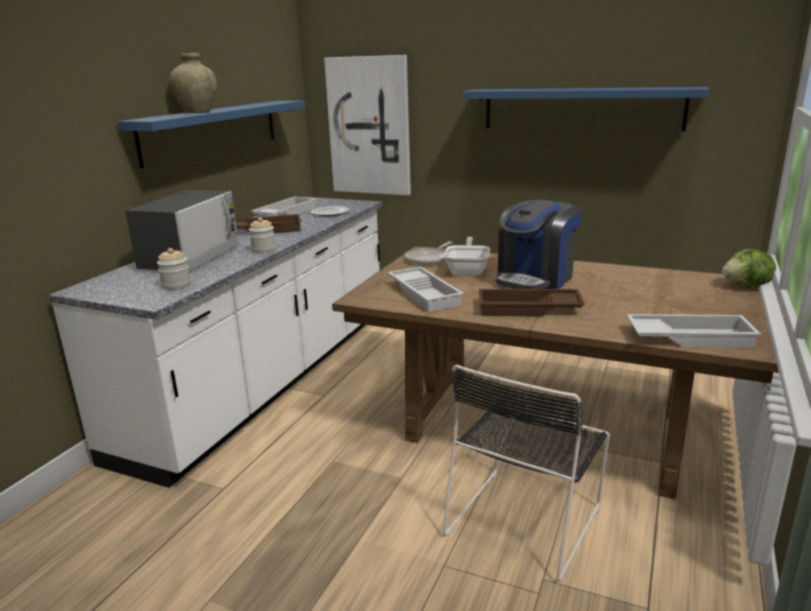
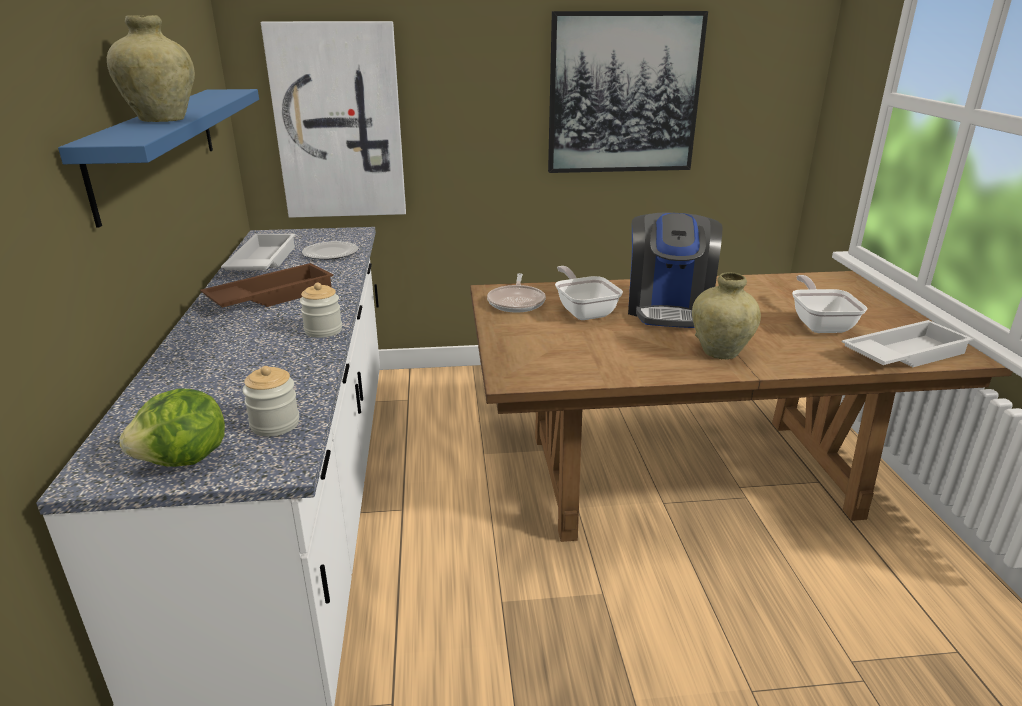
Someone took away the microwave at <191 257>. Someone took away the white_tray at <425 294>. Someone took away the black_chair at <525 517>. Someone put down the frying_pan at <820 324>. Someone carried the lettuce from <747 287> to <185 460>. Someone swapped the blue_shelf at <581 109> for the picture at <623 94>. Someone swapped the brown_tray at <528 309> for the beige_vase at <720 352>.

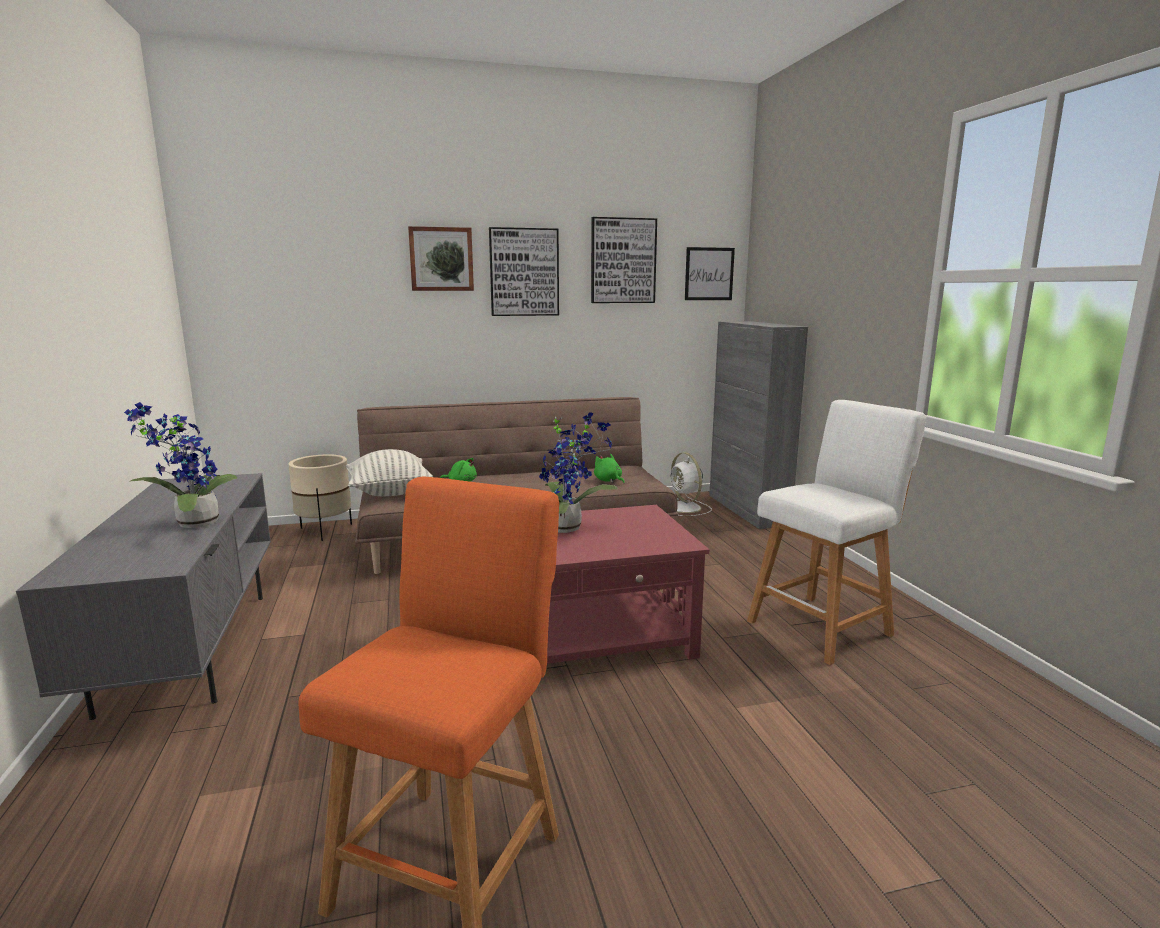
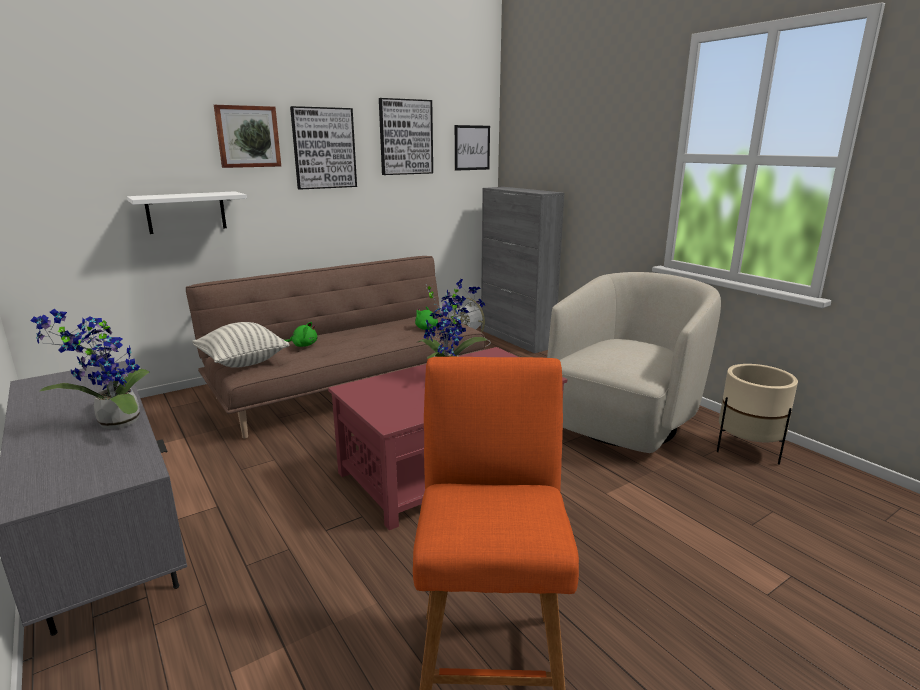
Someone put up the white_shelf at <186 212>. Someone carried the beige_planter from <325 531> to <747 450>. Someone swapped the white_stool at <823 626> for the beige_armchair at <624 422>.

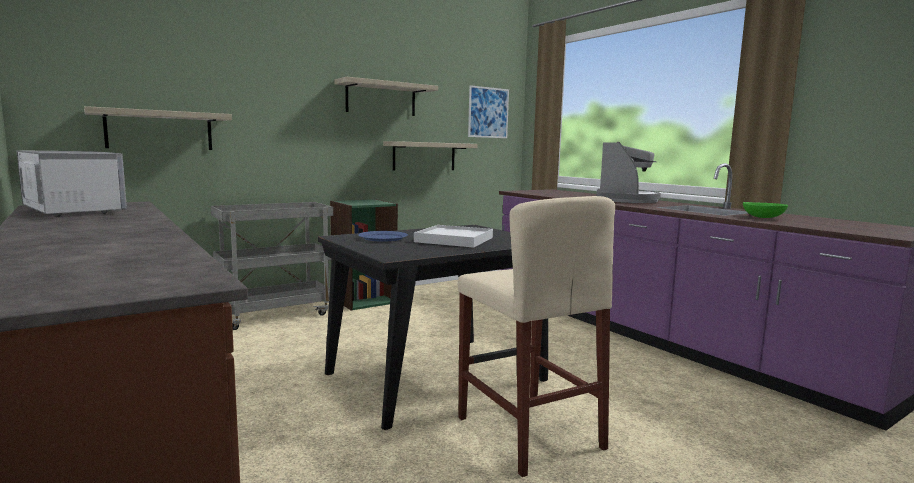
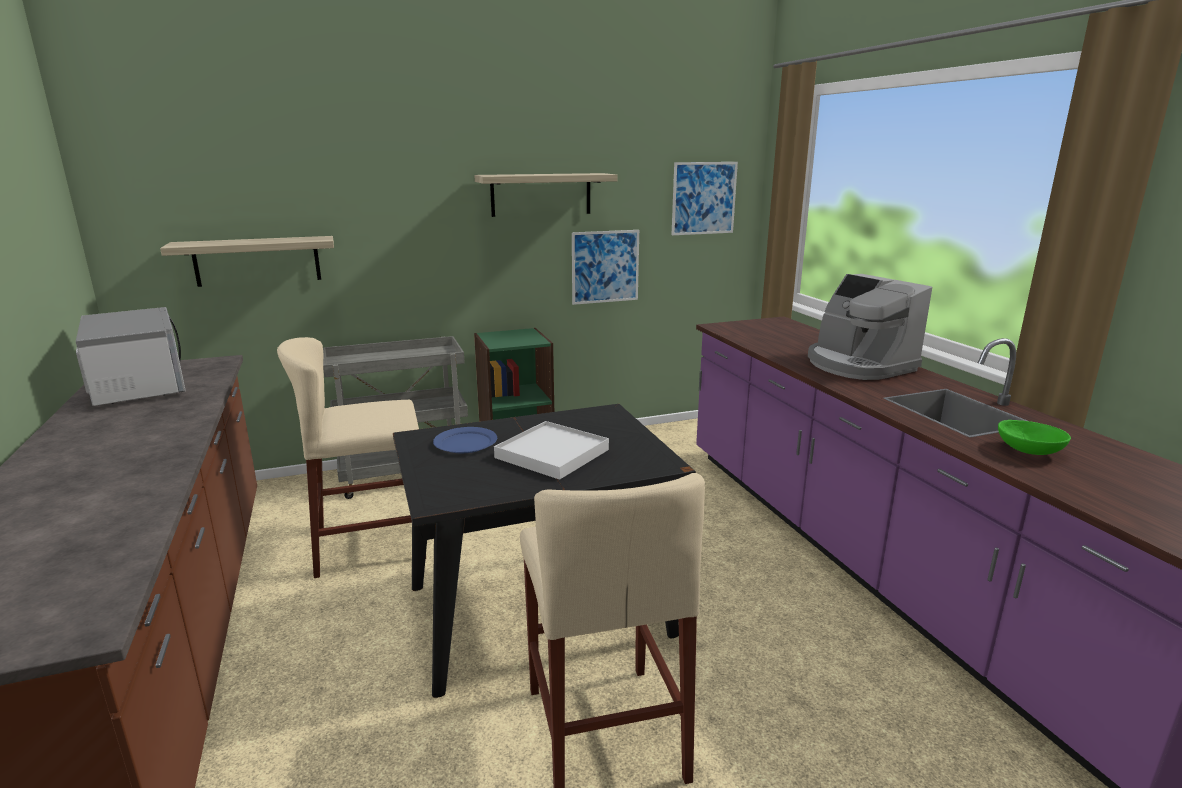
Someone put down the beige_stool at <371 544>. Someone swapped the shelf at <424 156> for the picture at <605 267>. Someone rotated the coffee_machine at <625 200> by 120 degrees clockwise.

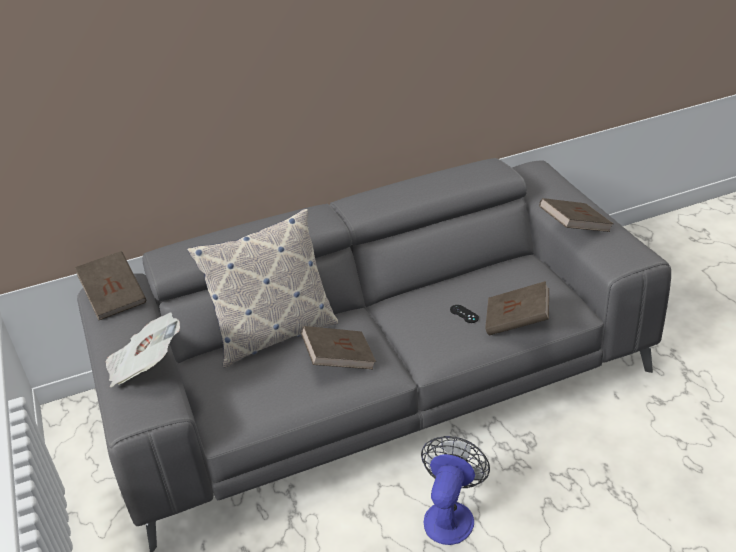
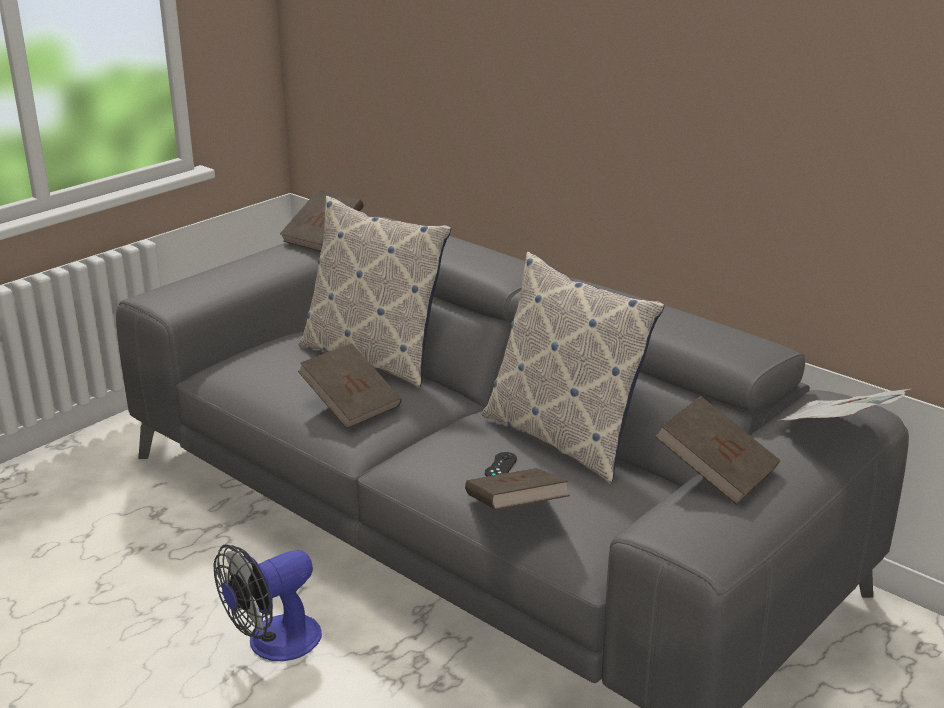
Someone put down the pillow at <563 438>. Someone carried the newspaper from <145 366> to <837 433>. Someone rotated the fan at <451 514> by 150 degrees clockwise.

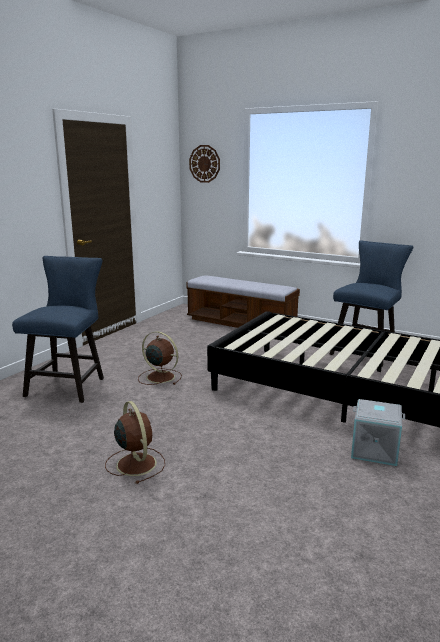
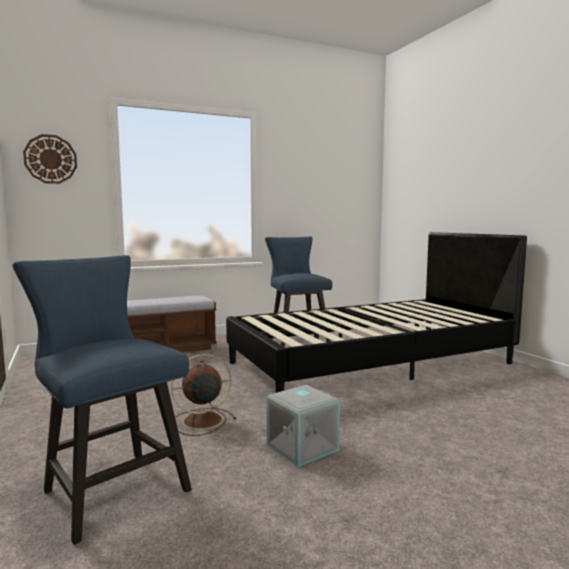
Someone took away the brown_fan at <135 463>. Someone carried the grey_storage_box from <375 450> to <302 447>.

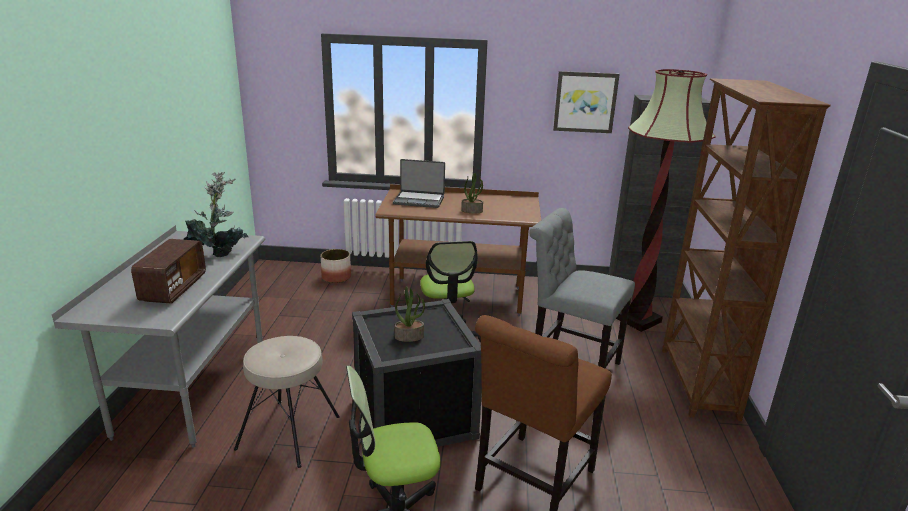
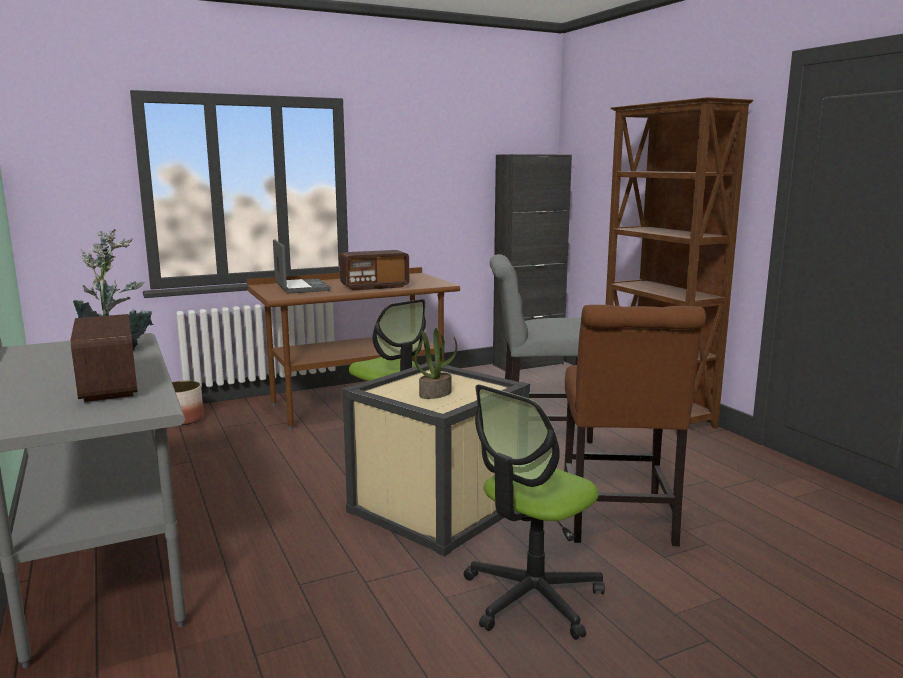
Someone took away the beige_stool at <290 432>. Someone took away the picture at <585 102>. Someone took away the floor_lamp at <638 320>. Someone swapped the potted_plant at <472 211> for the radio at <374 287>. Someone repainted the black_storage_box at <414 416>, which became the beige_storage_box at <436 508>. Someone rotated the laptop at <419 200> by 90 degrees counterclockwise.

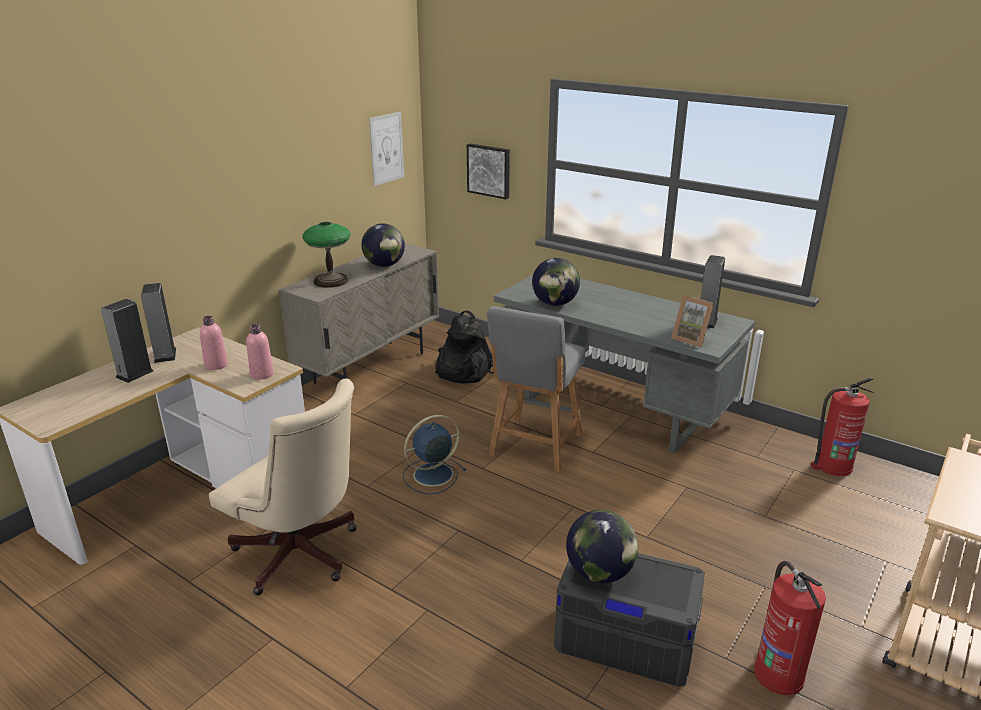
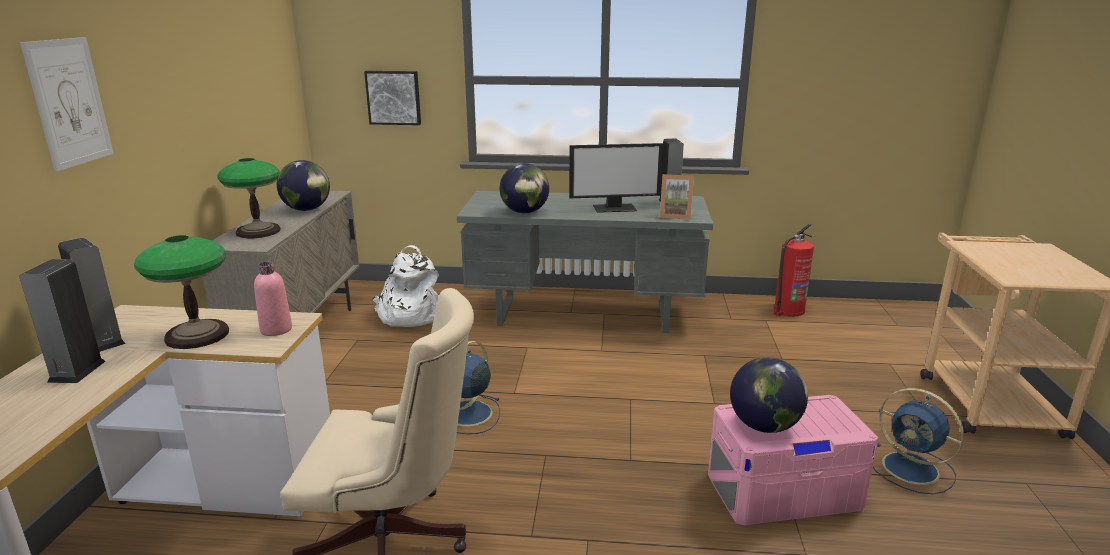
Someone took away the grey_stool at <534 447>. Someone put down the monitor at <615 208>. Someone carried the picture from <386 148> to <69 102>. Someone swapped the pink_bottle at <216 365> for the table_lamp at <198 335>. Someone swapped the fire_extinguisher at <778 673> for the blue_fan at <913 469>. Someone repainted the black_backpack at <462 371>, which became the white_backpack at <408 315>. Someone repainted the grey_storage_box at <625 638>, which became the pink_storage_box at <783 490>.

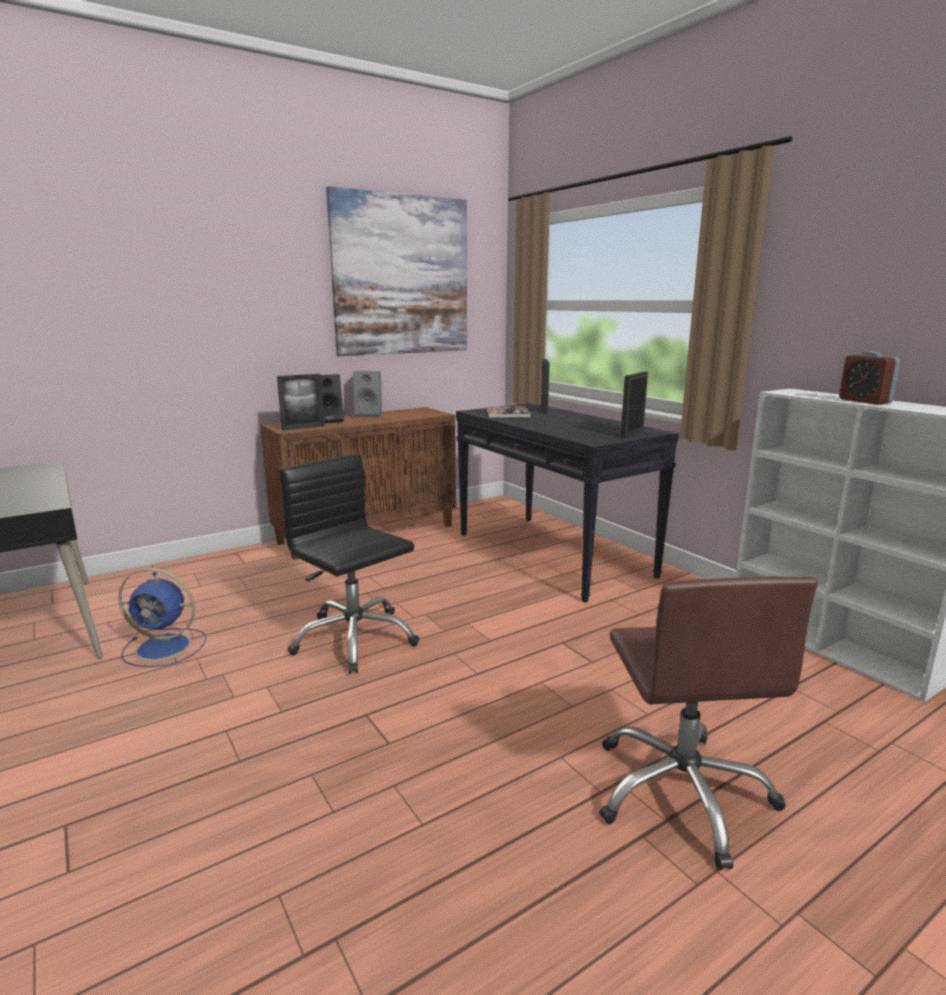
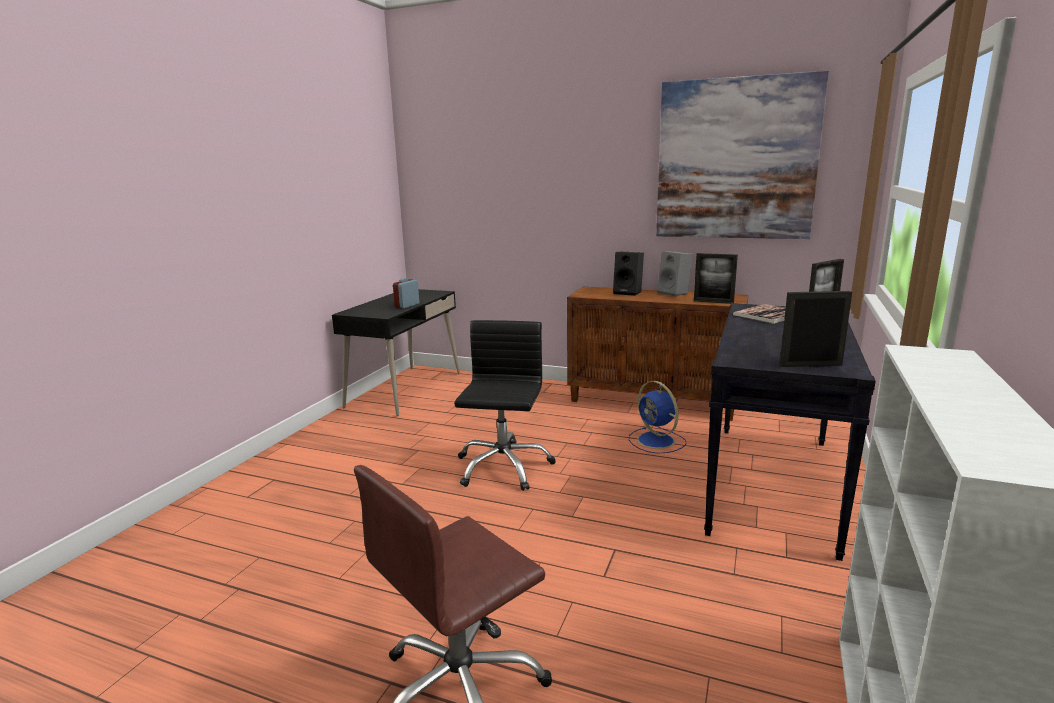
Someone carried the blue_fan from <166 647> to <657 441>. Someone carried the picture_frame from <303 428> to <713 302>. Someone carried the alarm_clock from <864 401> to <407 305>.

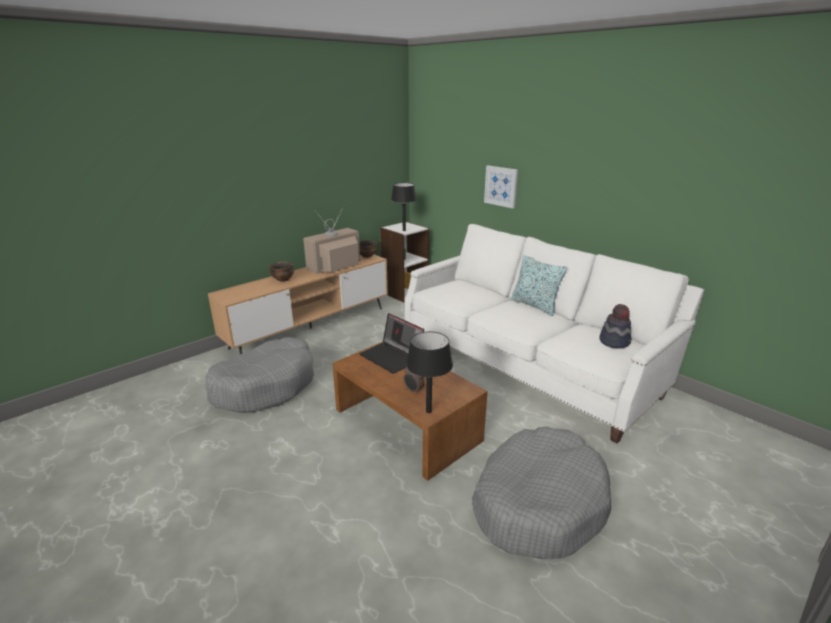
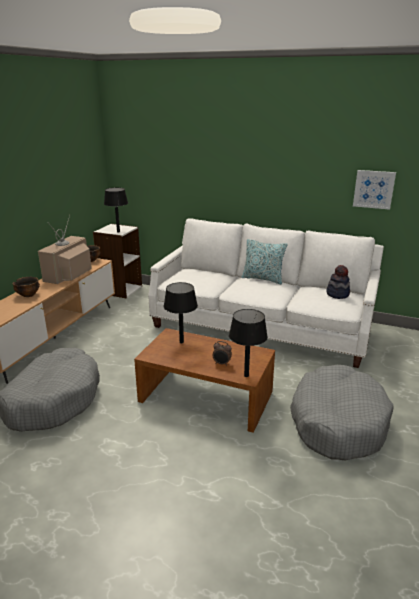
Someone carried the picture from <501 186> to <373 189>. Someone swapped the laptop at <392 357> for the black_table_lamp at <181 342>.

